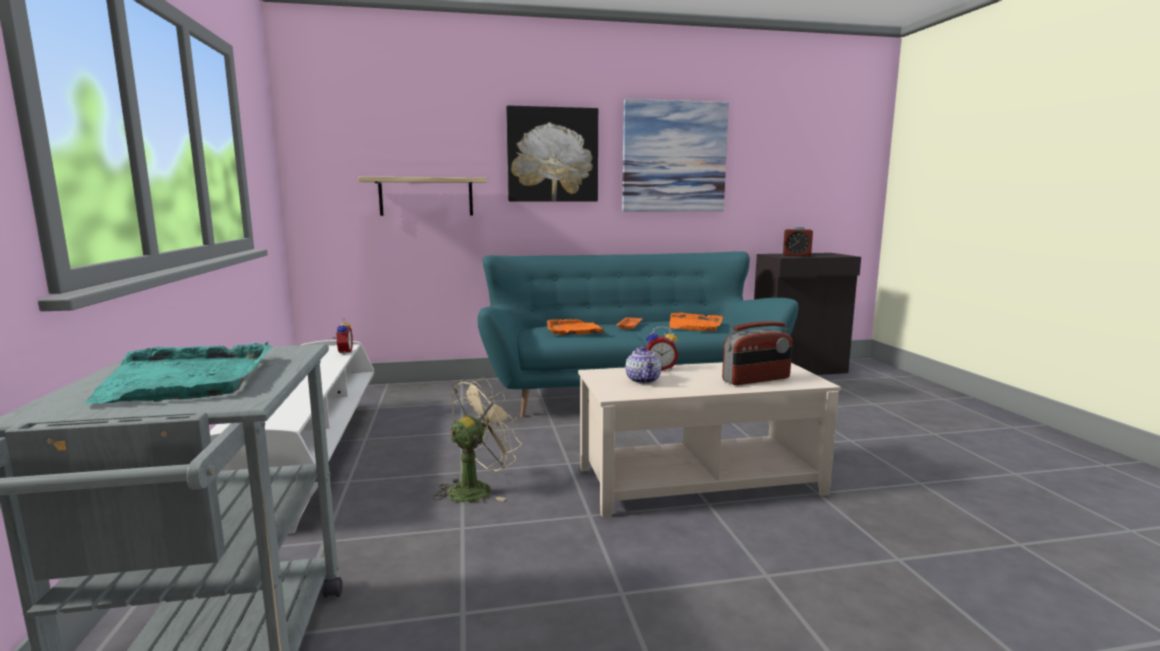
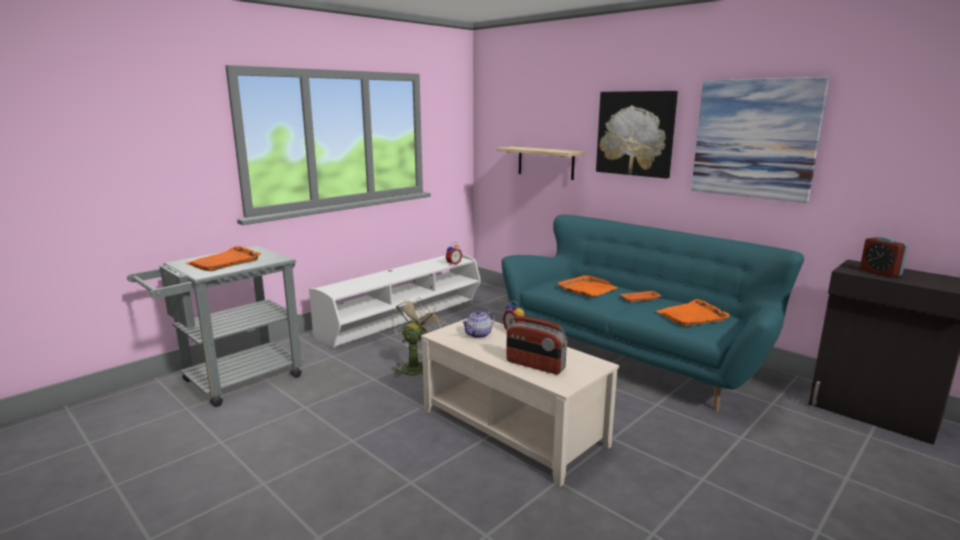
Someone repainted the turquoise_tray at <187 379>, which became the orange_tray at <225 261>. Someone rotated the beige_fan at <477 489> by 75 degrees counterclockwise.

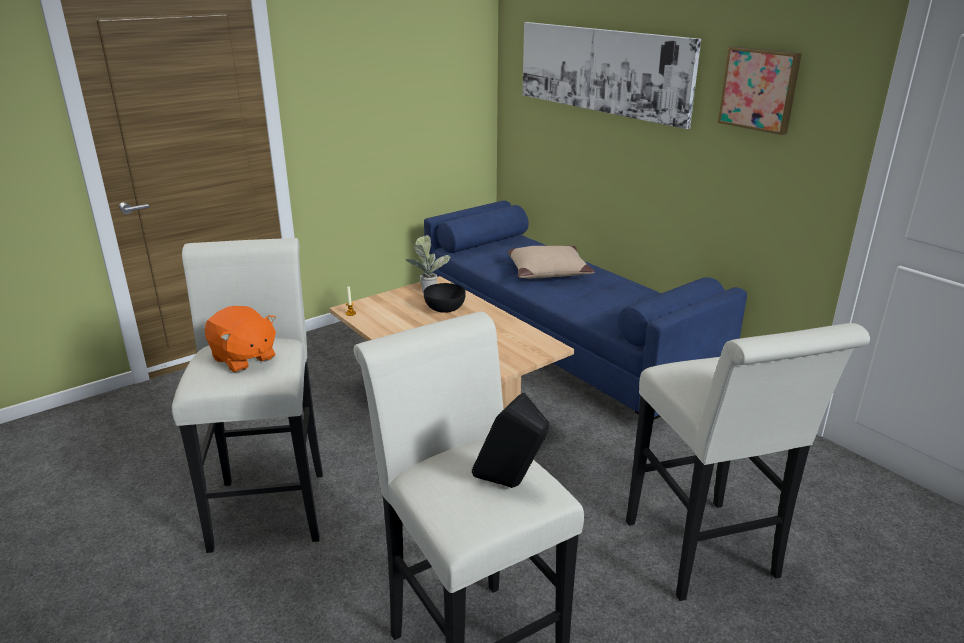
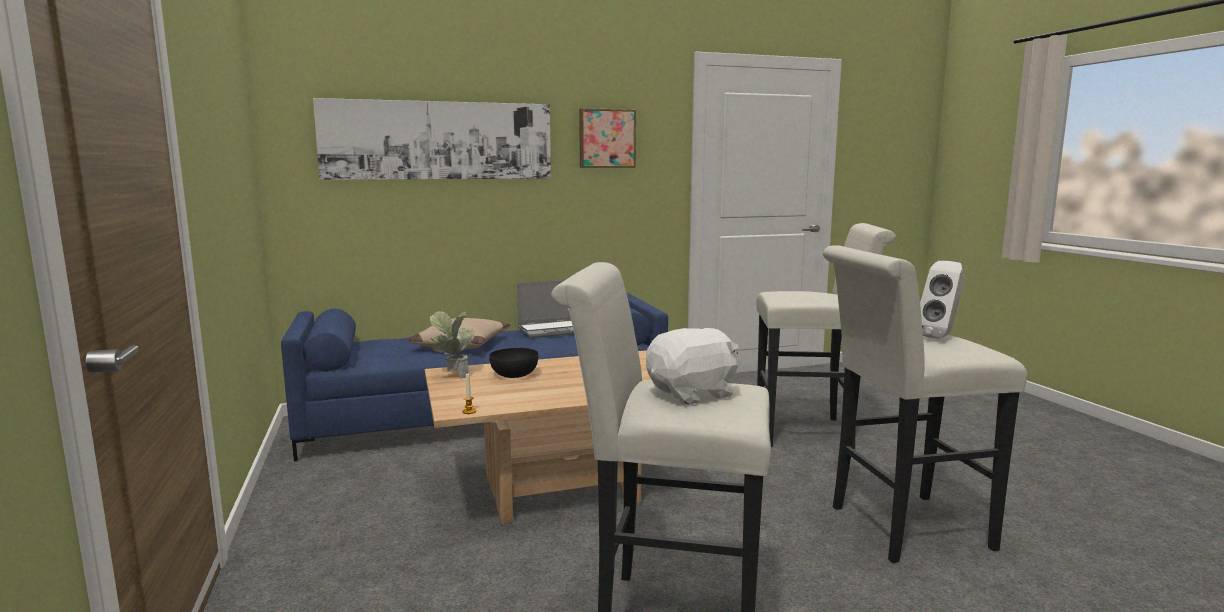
Someone put down the laptop at <552 330>. Someone repainted the orange_plush_toy at <243 358>, which became the white_plush_toy at <693 393>. Someone repainted the black_speaker at <511 485>, which became the white_speaker at <940 337>.

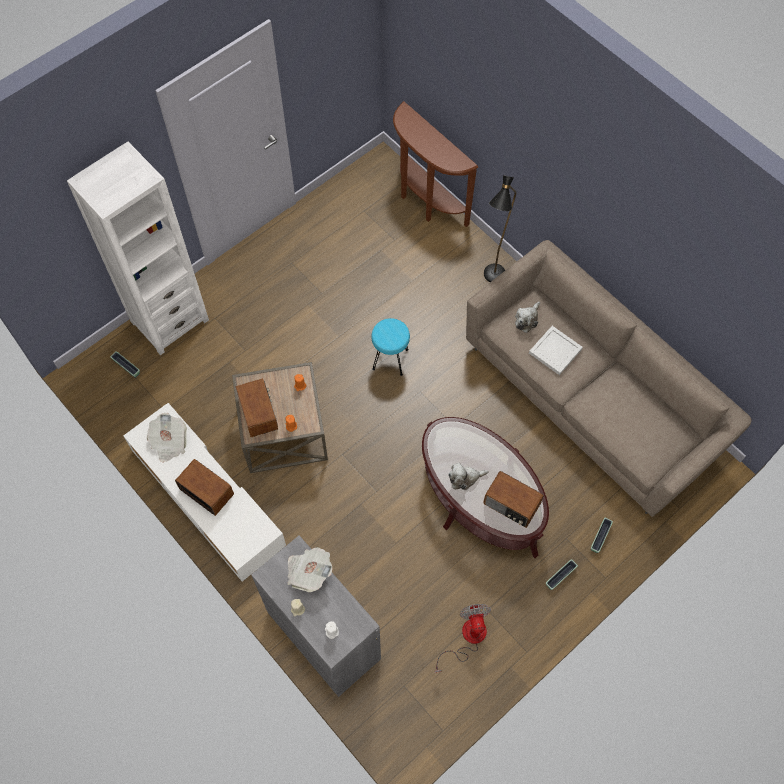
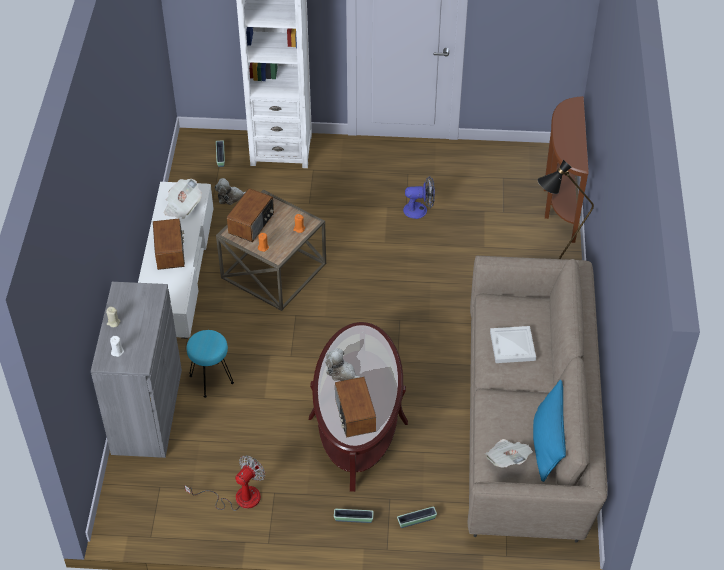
Someone put down the fan at <419 210>. Someone put down the blue_pillow at <547 443>. Someone carried the newspaper from <309 572> to <507 459>. Someone carried the turquoise_stool from <390 359> to <211 380>. Someone carried the plush_toy from <527 319> to <231 197>.

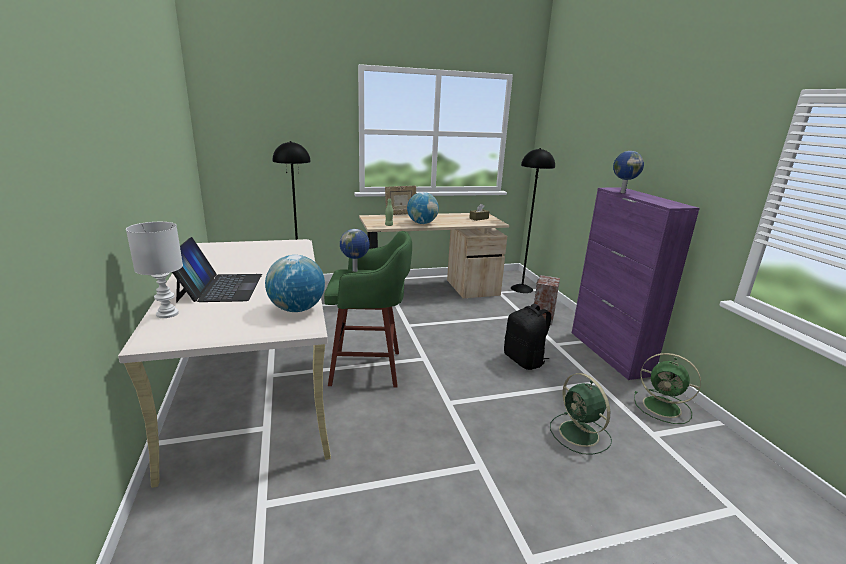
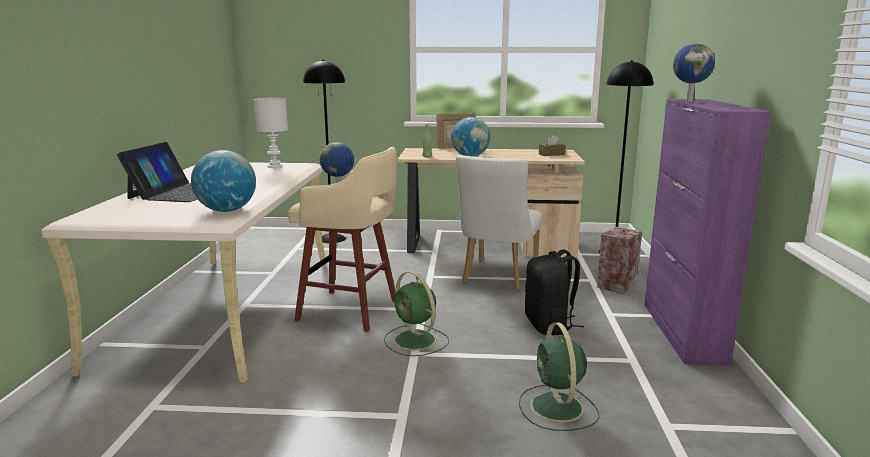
Someone put down the white_chair at <497 277>. Someone carried the white_table_lamp from <166 314> to <274 166>. Someone carried the green_fan from <663 407> to <416 341>. Someone repainted the green_stool at <369 368>, which became the beige_stool at <351 311>.

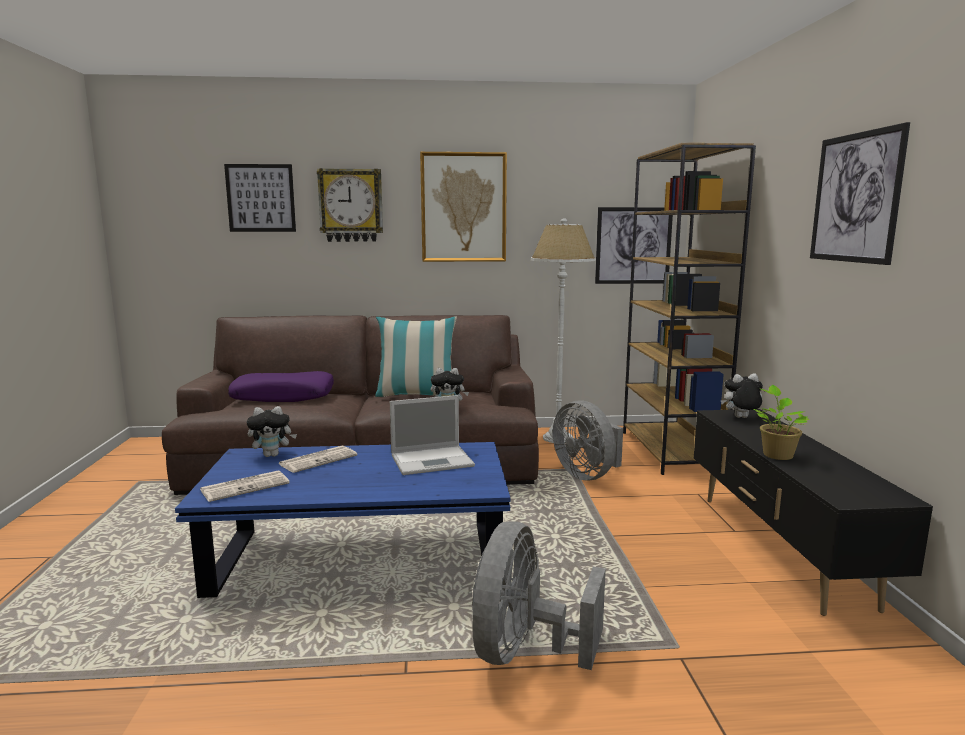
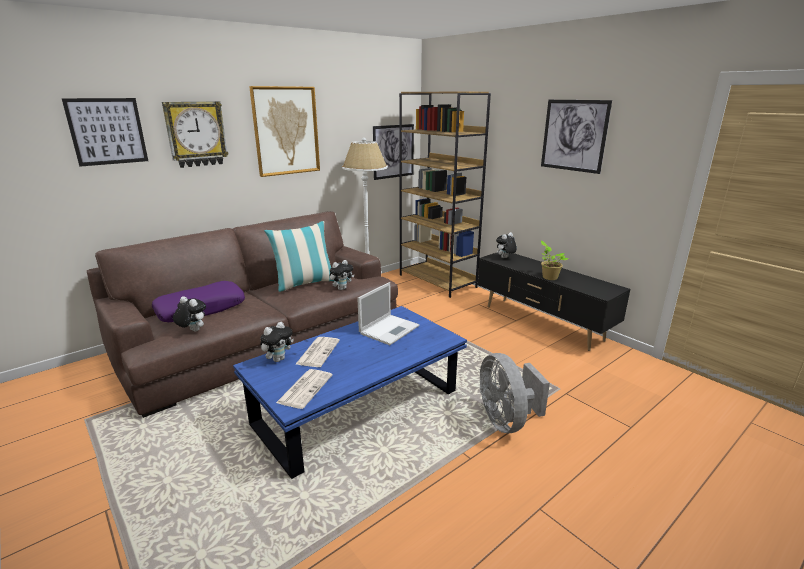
Someone took away the grey_fan at <587 474>. Someone put down the plush_toy at <192 330>.

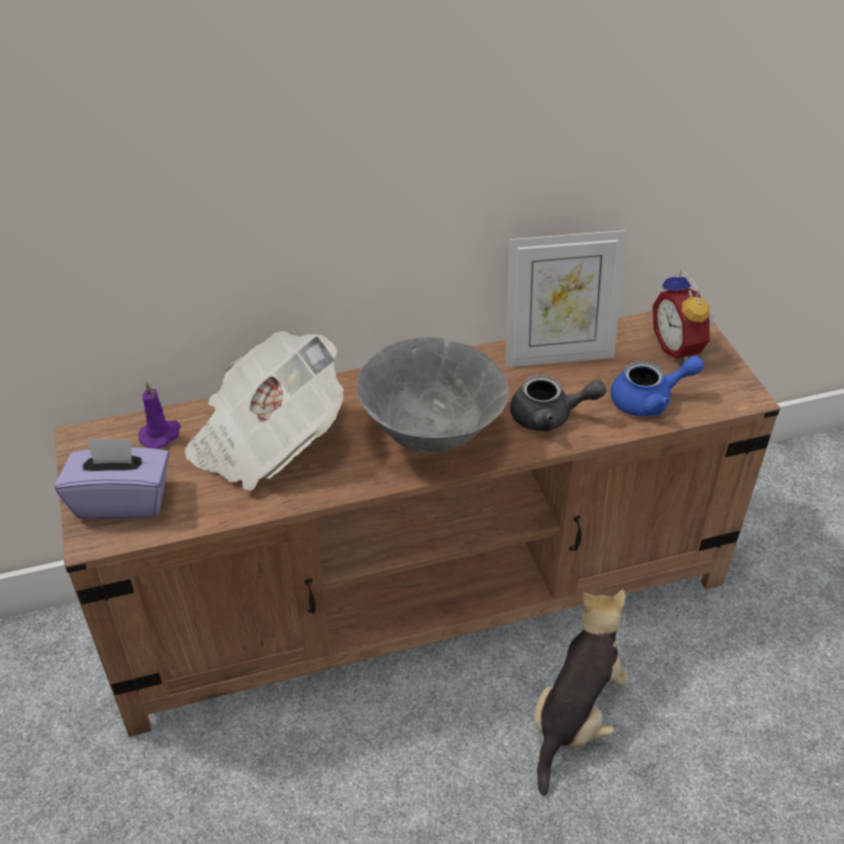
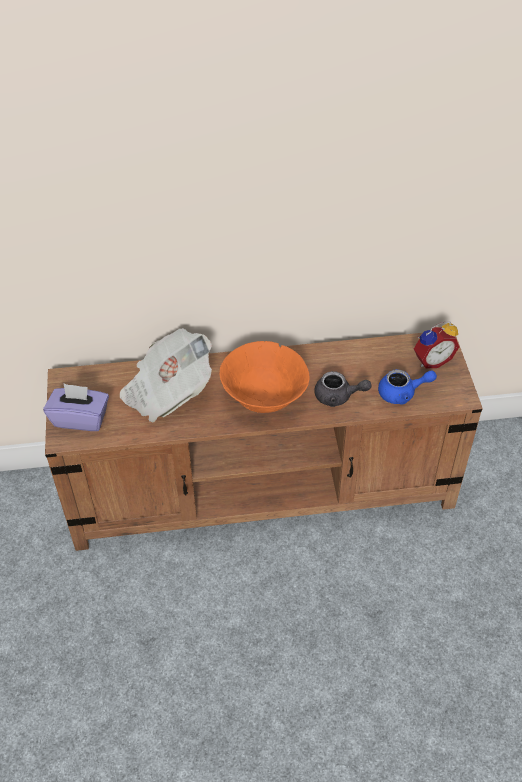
Someone took away the purple_candle at <161 435>. Someone took away the picture_frame at <557 355>. Someone took away the plush_toy at <575 716>. Someone repainted the grey_bowl at <430 435>, which became the orange_bowl at <264 400>. Someone rotated the alarm_clock at <679 347> by 105 degrees counterclockwise.

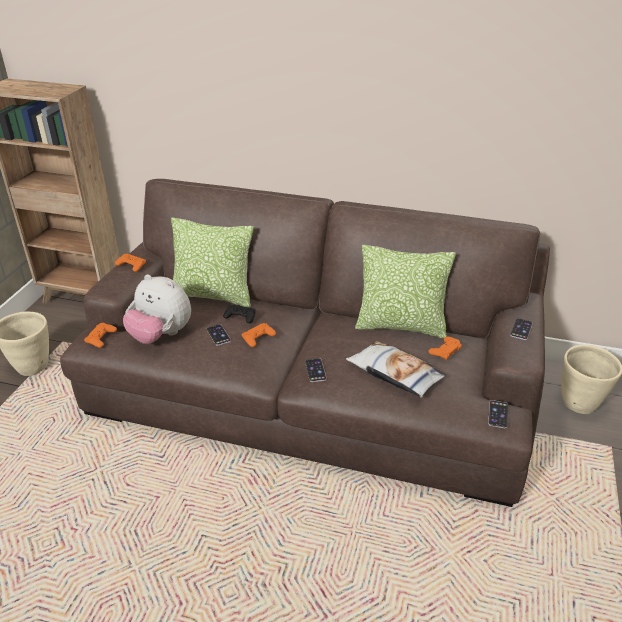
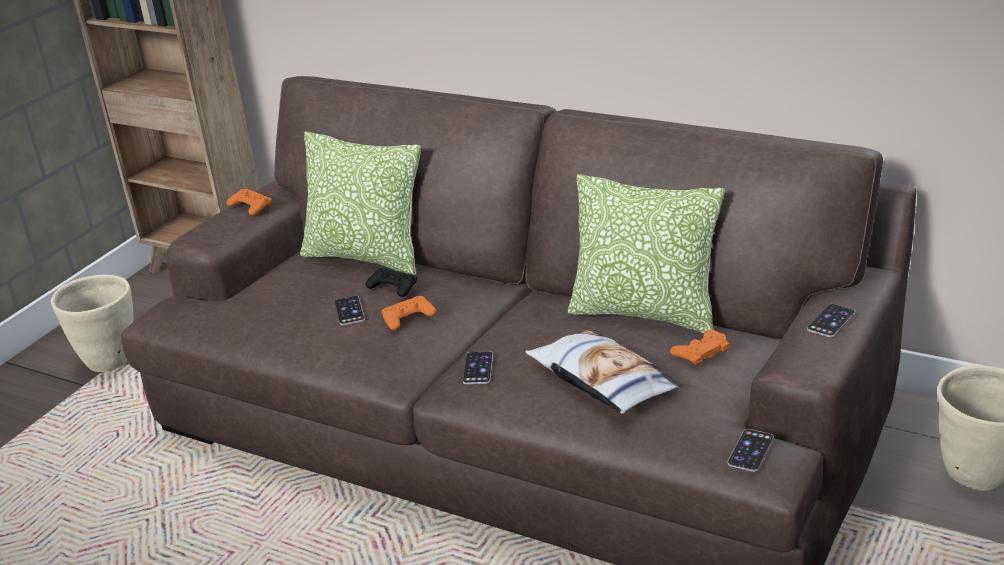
Someone took away the orange_game_controller at <101 338>. Someone took away the plush_toy at <161 335>.

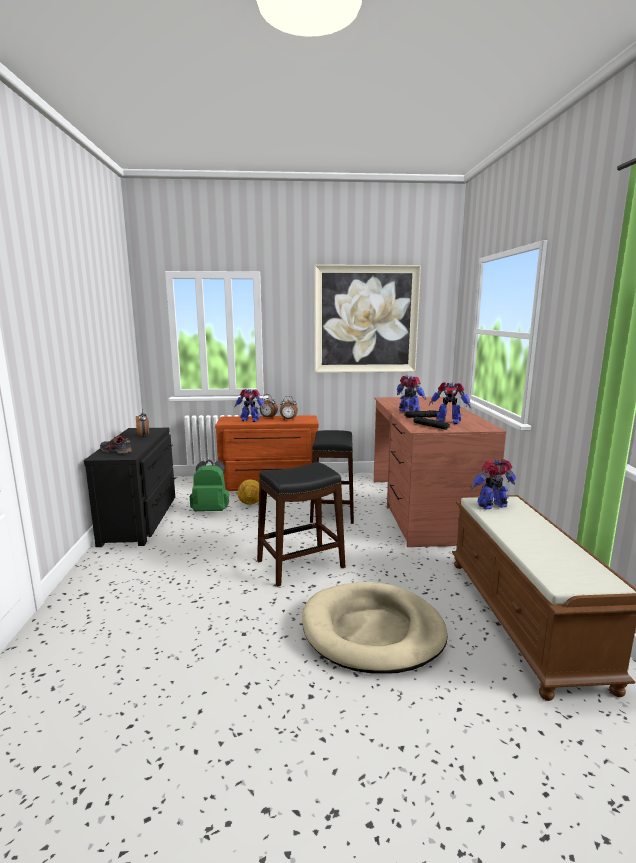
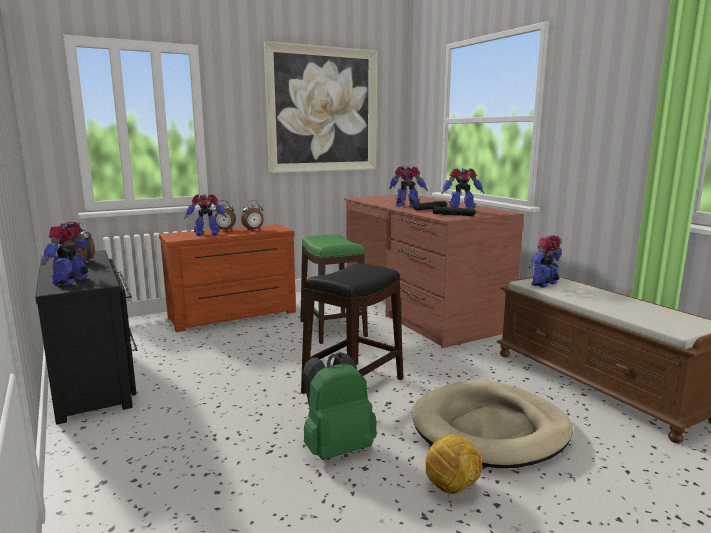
Someone carried the green_backpack from <211 510> to <336 448>. Someone carried the football from <250 503> to <452 487>. Someone swapped the shoe at <115 451> for the toy_robot at <72 281>. Someone repainted the black_stool at <332 511>, which became the green_stool at <332 328>.

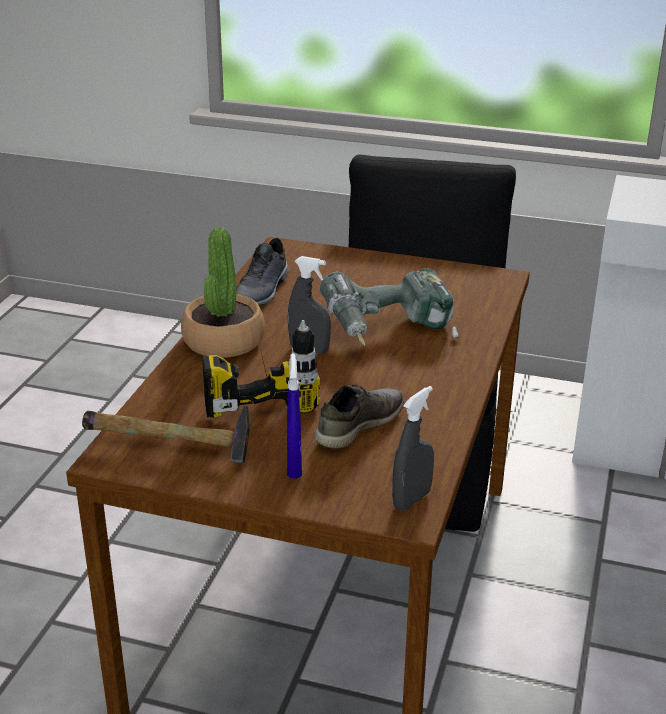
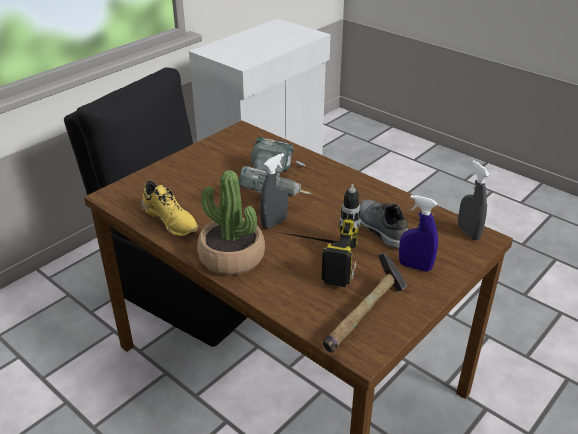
Someone repainted the grey_shoe at <263 290>, which became the yellow_shoe at <171 220>.

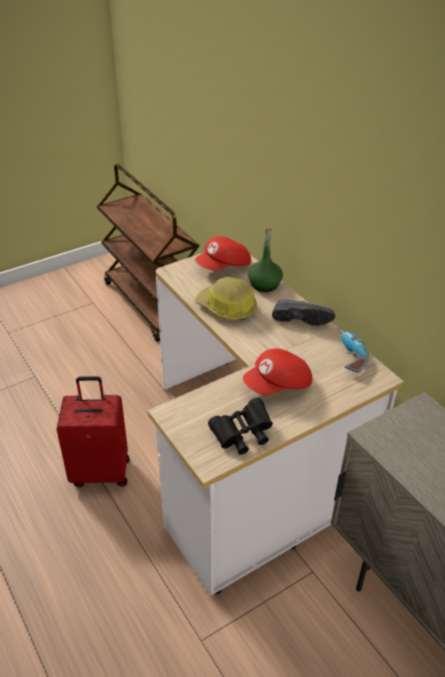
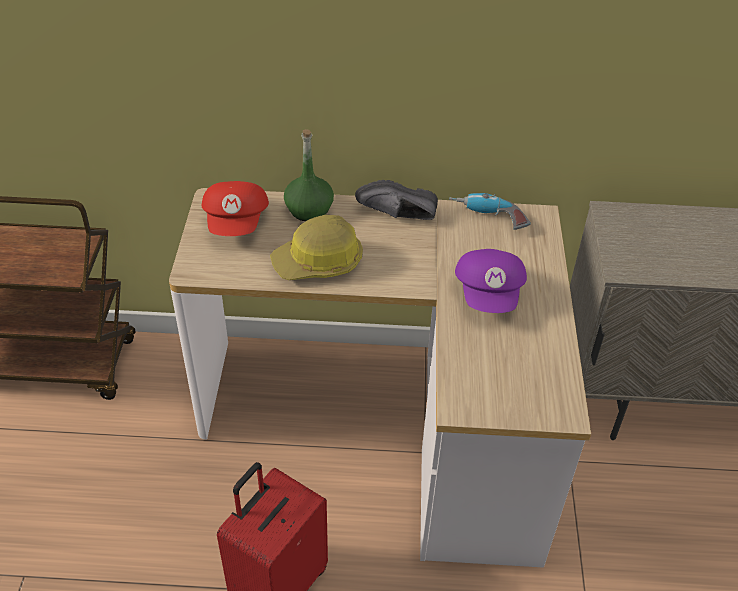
Someone took away the black_binoculars at <242 435>. Someone repainted the red_cap at <278 385>, which became the purple_cap at <489 294>. Someone rotated the black_shoe at <301 318> by 135 degrees counterclockwise.

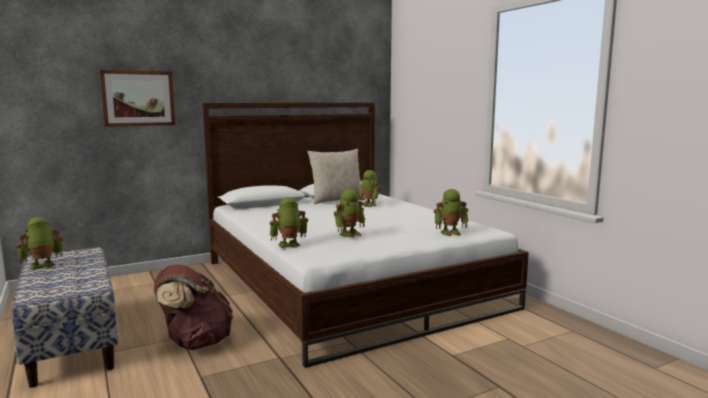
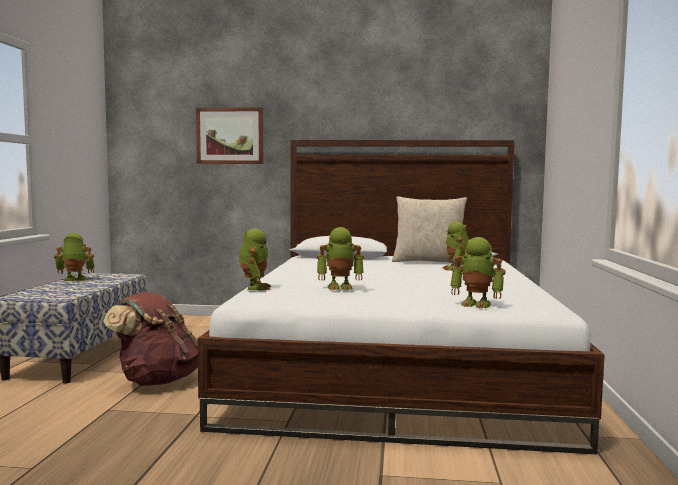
Someone rotated the toy_robot at <289 245> by 75 degrees clockwise.

